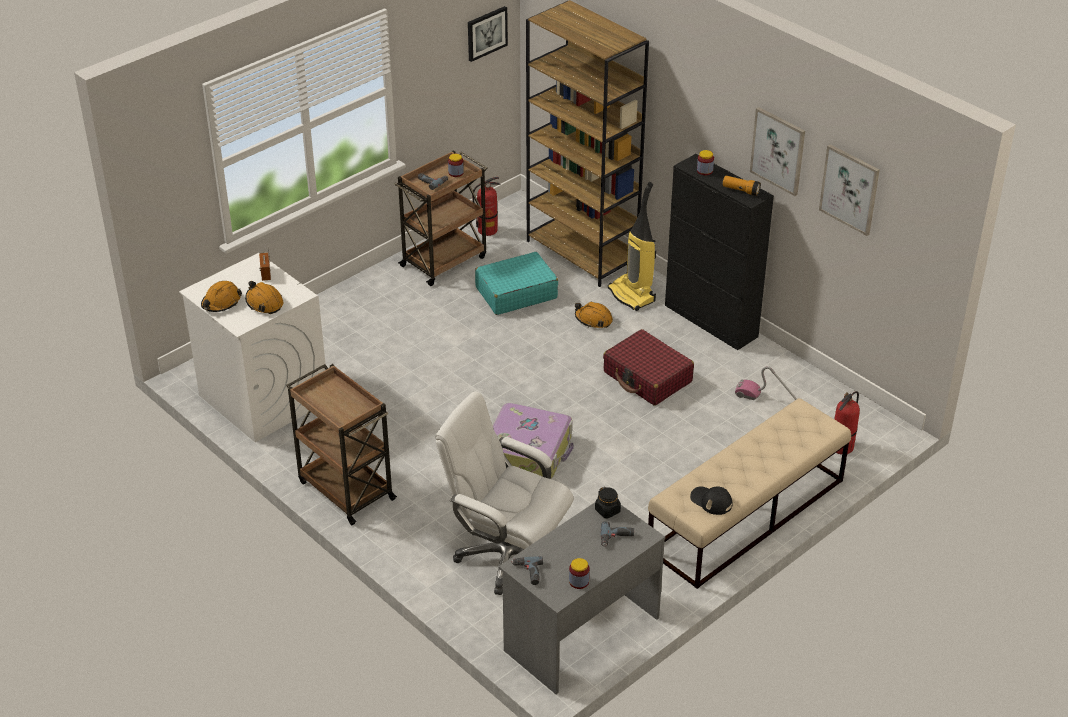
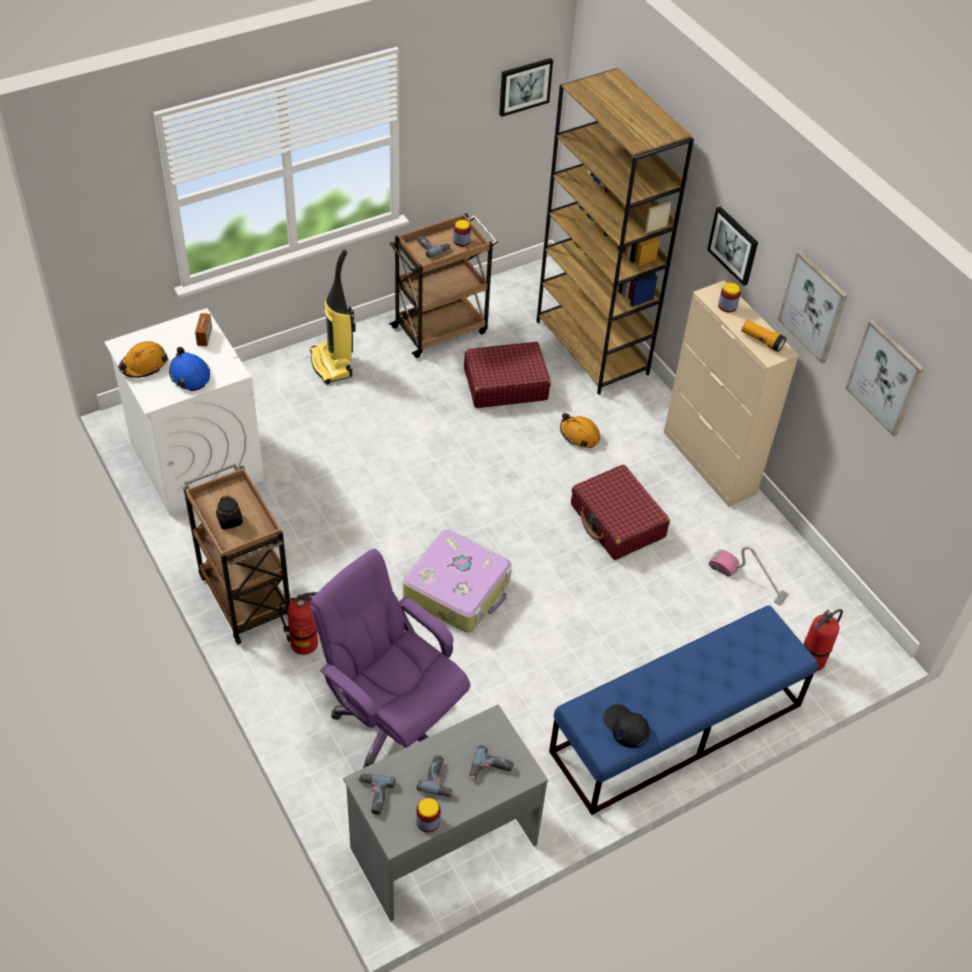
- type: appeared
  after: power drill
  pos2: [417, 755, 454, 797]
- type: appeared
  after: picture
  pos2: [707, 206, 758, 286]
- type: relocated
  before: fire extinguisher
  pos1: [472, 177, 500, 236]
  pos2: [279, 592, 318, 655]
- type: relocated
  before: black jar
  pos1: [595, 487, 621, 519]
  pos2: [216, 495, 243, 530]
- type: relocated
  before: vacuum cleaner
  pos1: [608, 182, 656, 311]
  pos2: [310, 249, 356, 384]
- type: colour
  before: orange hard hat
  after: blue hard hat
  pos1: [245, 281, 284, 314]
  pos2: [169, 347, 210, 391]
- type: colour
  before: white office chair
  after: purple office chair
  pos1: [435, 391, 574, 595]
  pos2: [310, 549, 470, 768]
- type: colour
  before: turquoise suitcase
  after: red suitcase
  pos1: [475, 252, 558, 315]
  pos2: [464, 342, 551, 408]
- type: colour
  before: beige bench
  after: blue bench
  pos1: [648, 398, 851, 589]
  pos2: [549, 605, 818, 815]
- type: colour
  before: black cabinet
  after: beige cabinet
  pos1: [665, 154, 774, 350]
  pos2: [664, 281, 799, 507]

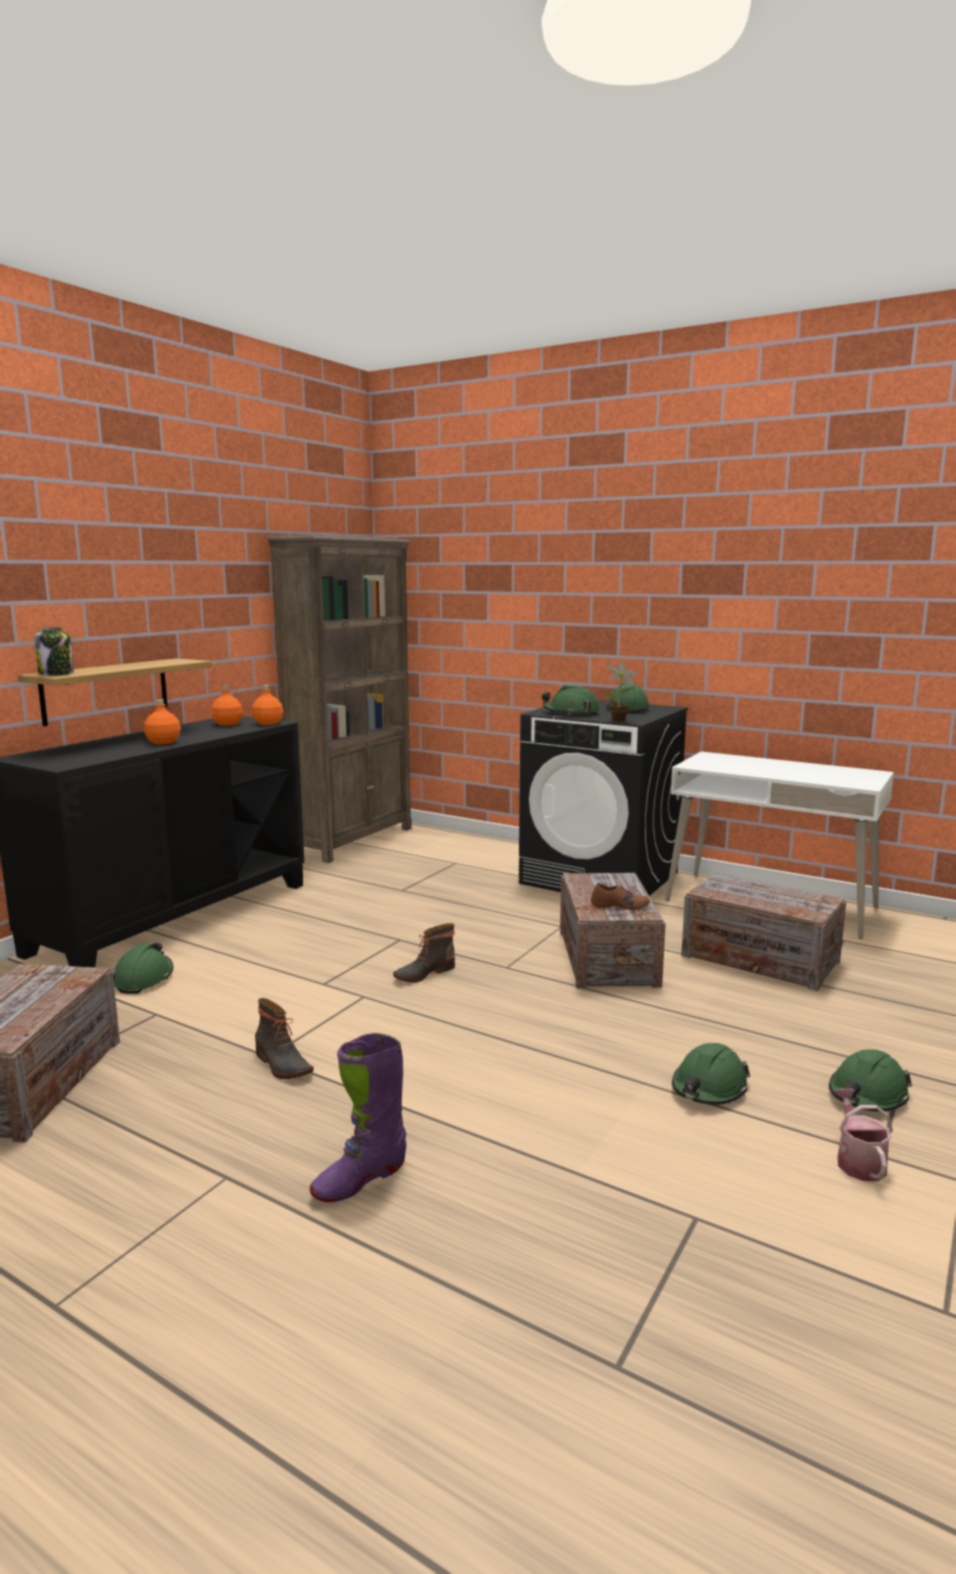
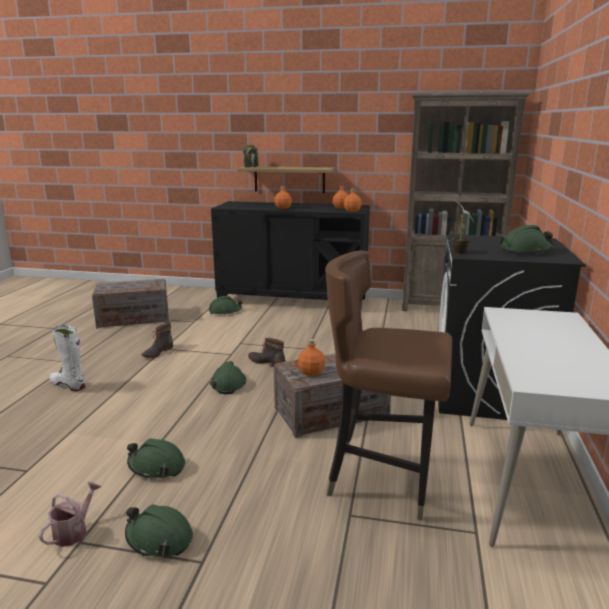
- type: relocated
  before: green hard hat
  pos1: [542, 685, 600, 716]
  pos2: [210, 361, 246, 394]
- type: exchanged
  before: brown shoe
  after: orange bottle
  pos1: [591, 883, 650, 910]
  pos2: [298, 339, 325, 376]
- type: exchanged
  before: crate
  after: brown chair
  pos1: [681, 873, 846, 991]
  pos2: [325, 250, 452, 521]
- type: colour
  before: purple boot
  after: white boot
  pos1: [309, 1033, 407, 1202]
  pos2: [50, 325, 86, 391]
- type: spun
  before: watering can
  pos1: [835, 1089, 893, 1181]
  pos2: [39, 482, 101, 547]
  turn: -45

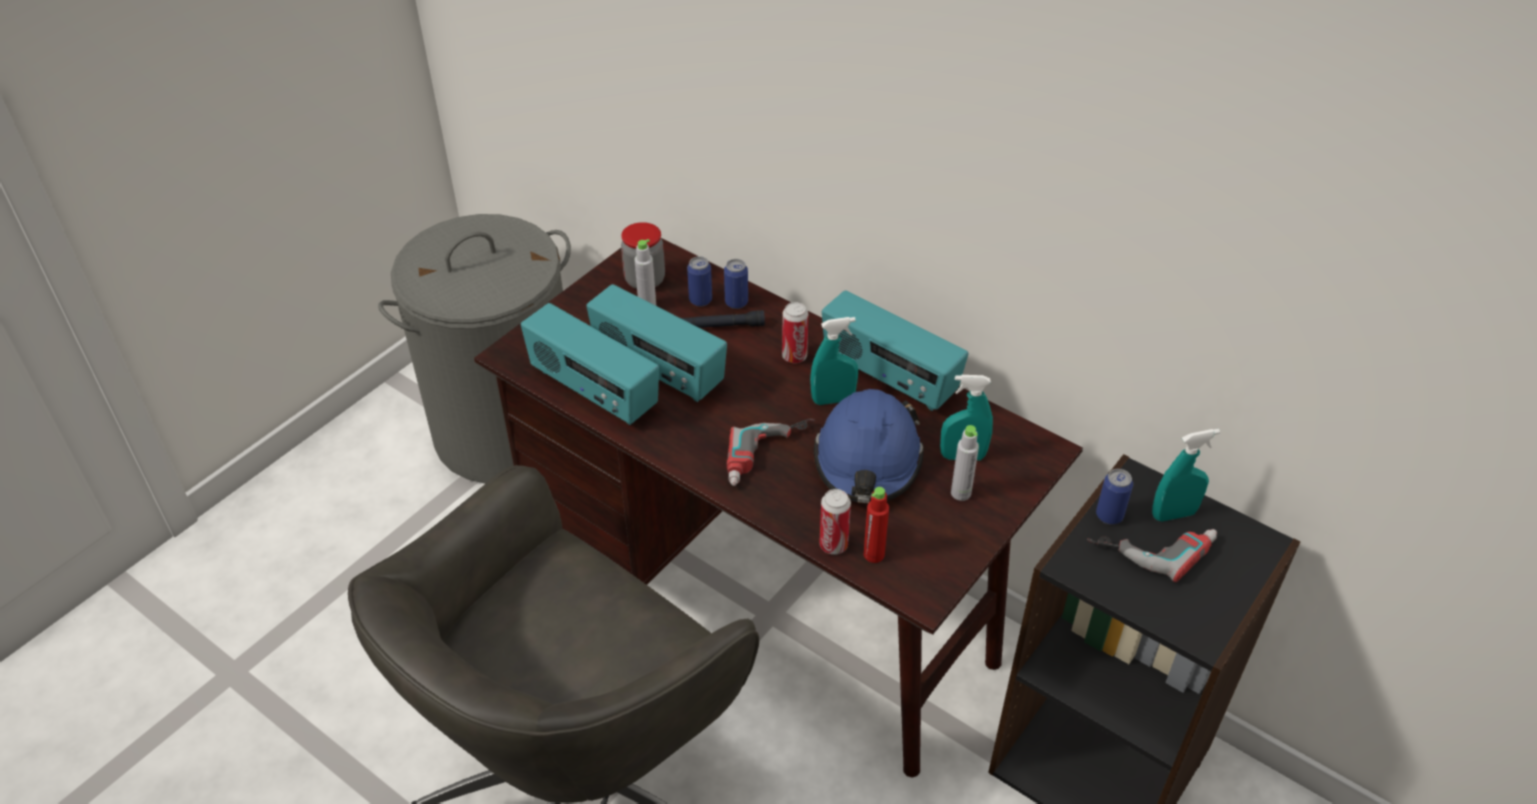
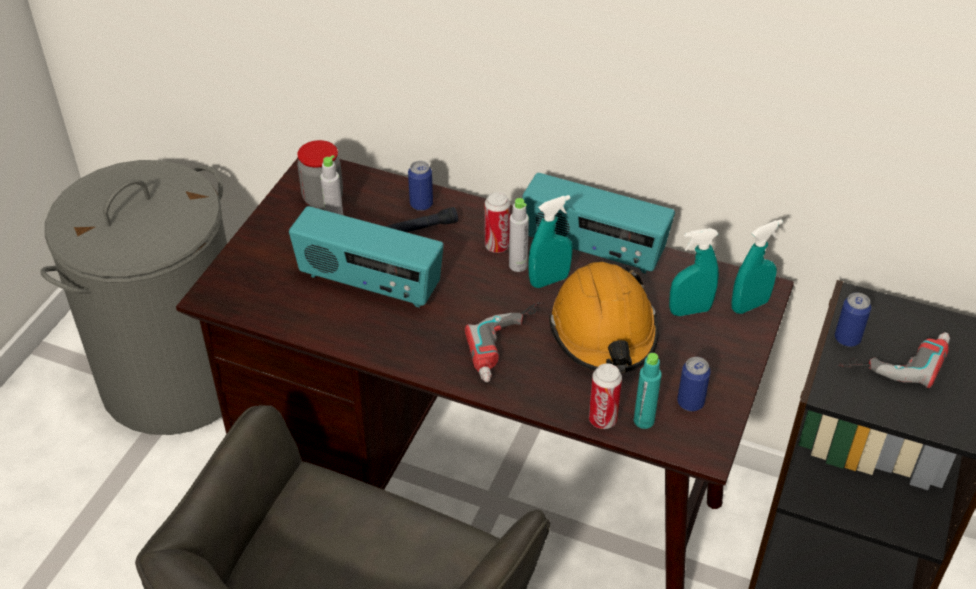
- type: missing
  before: radio
  pos1: [521, 303, 659, 425]
- type: relocated
  before: can
  pos1: [687, 256, 712, 306]
  pos2: [677, 357, 711, 412]
- type: relocated
  before: grey bottle
  pos1: [951, 425, 979, 501]
  pos2: [509, 198, 529, 272]
- type: relocated
  before: turquoise spray bottle
  pos1: [1152, 429, 1220, 521]
  pos2: [731, 219, 783, 314]
- type: colour
  before: blue hard hat
  after: orange hard hat
  pos1: [814, 389, 924, 503]
  pos2: [549, 262, 659, 373]
- type: colour
  before: red bottle
  after: turquoise bottle
  pos1: [864, 487, 889, 563]
  pos2: [634, 353, 662, 429]

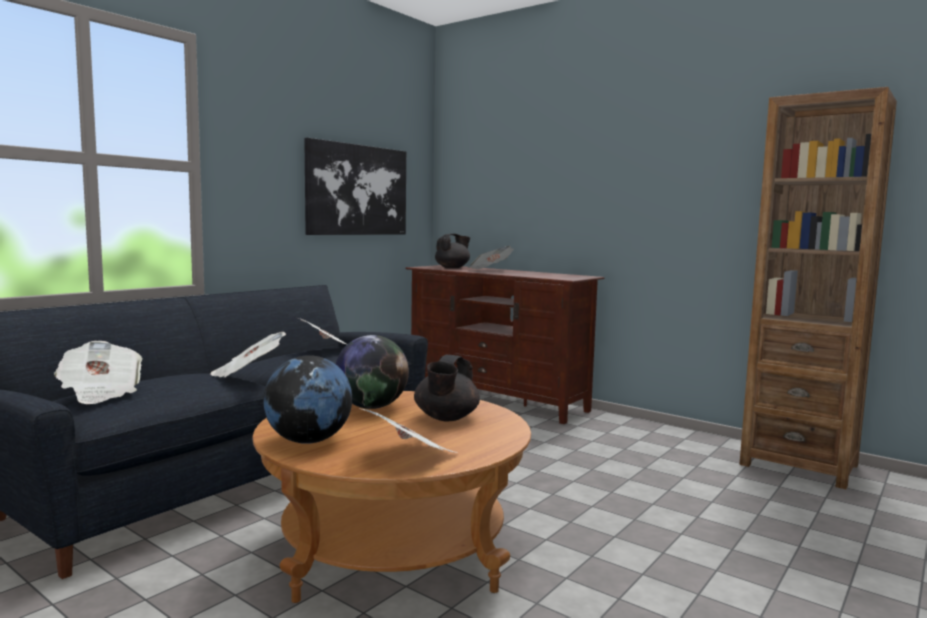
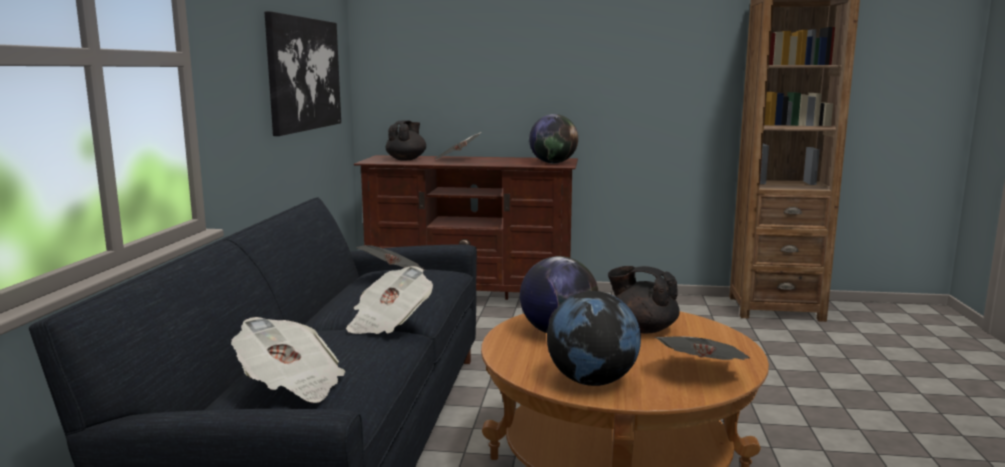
- type: appeared
  after: globe
  pos2: [529, 114, 578, 163]
- type: spun
  before: black teapot
  pos1: [414, 355, 480, 421]
  pos2: [608, 266, 679, 333]
  turn: 135

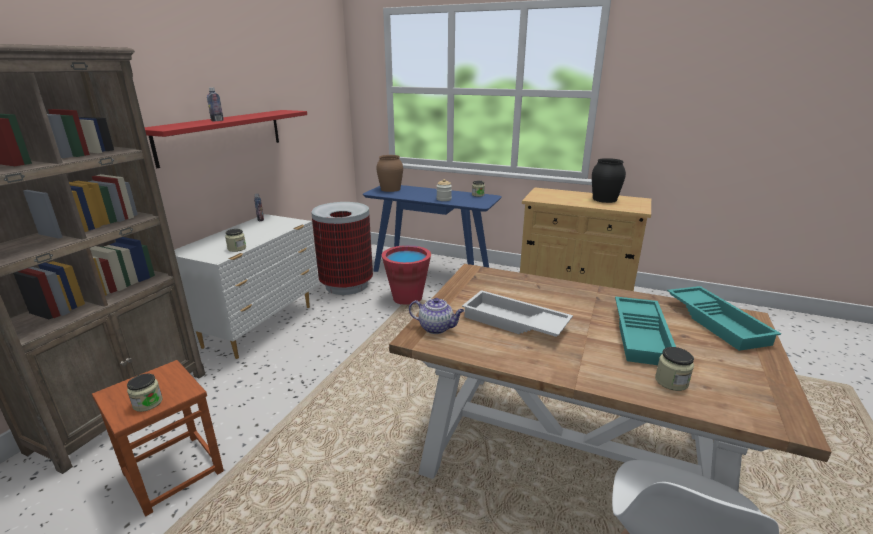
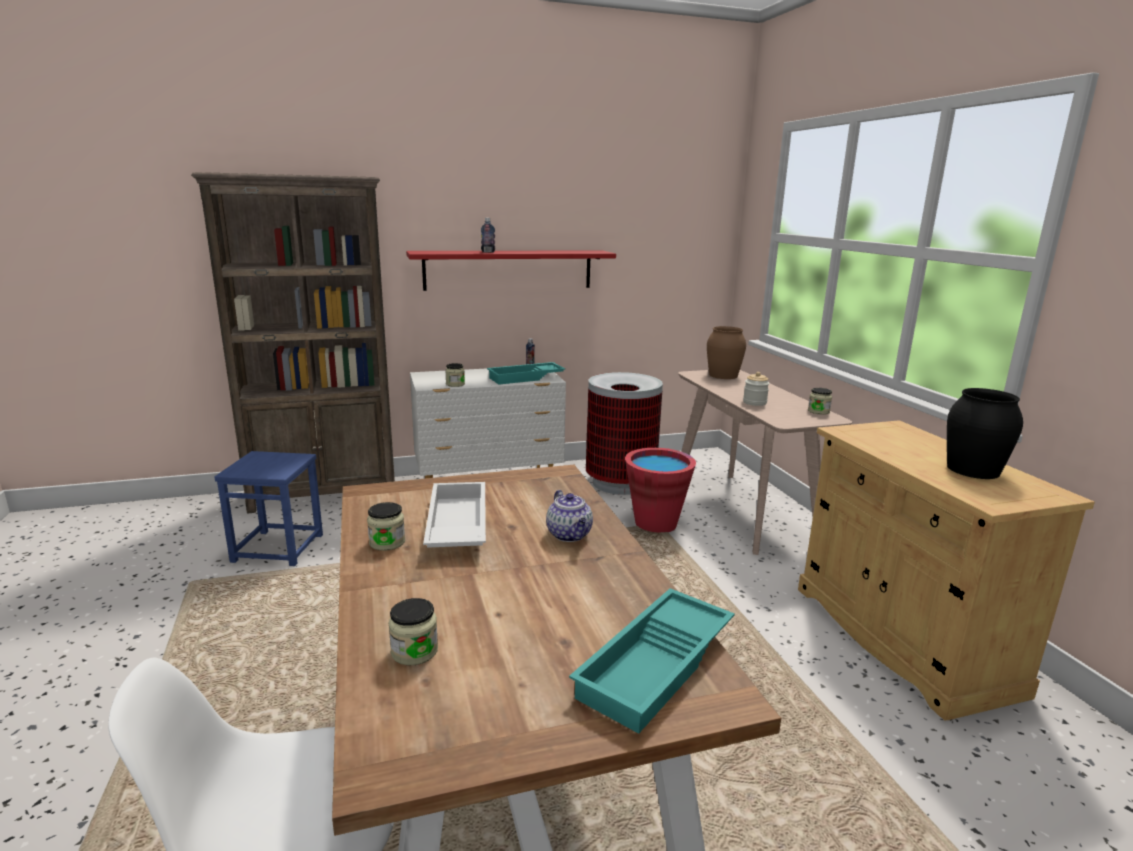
- type: relocated
  before: jar
  pos1: [127, 373, 163, 412]
  pos2: [367, 502, 405, 551]
- type: relocated
  before: teapot
  pos1: [409, 298, 465, 334]
  pos2: [546, 490, 593, 542]
- type: relocated
  before: turquoise tray
  pos1: [615, 297, 676, 365]
  pos2: [487, 362, 565, 385]
- type: colour
  before: brown stool
  after: blue stool
  pos1: [92, 360, 224, 516]
  pos2: [214, 451, 323, 566]
- type: colour
  before: blue console table
  after: beige console table
  pos1: [363, 185, 502, 272]
  pos2: [678, 370, 852, 555]

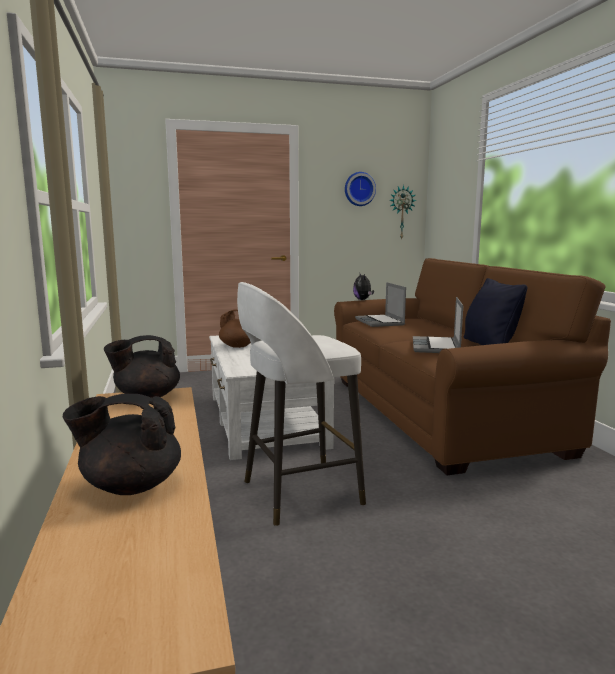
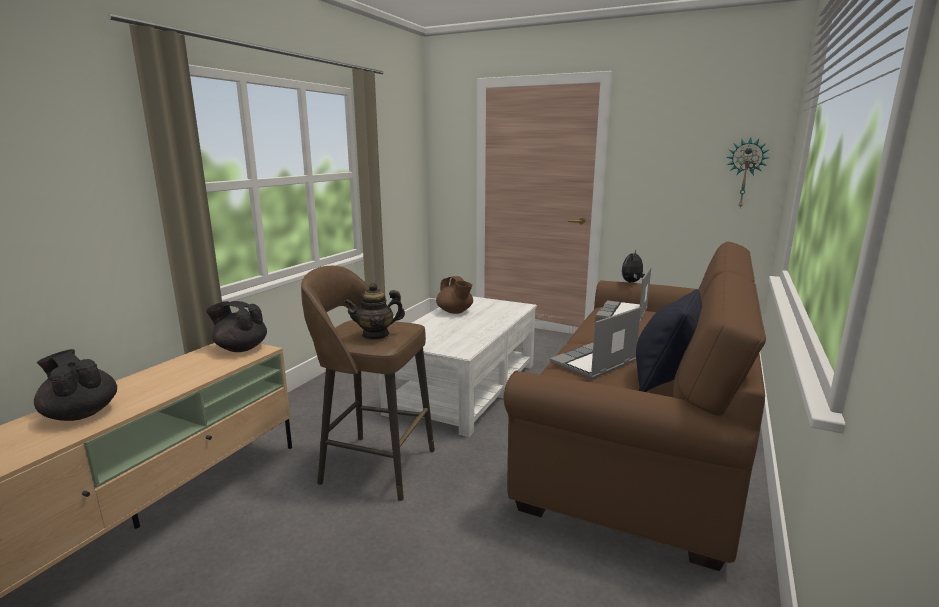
- type: missing
  before: wall clock
  pos1: [345, 172, 376, 206]
- type: appeared
  after: teapot
  pos2: [344, 283, 405, 340]
- type: colour
  before: white stool
  after: brown stool
  pos1: [237, 282, 366, 526]
  pos2: [301, 266, 435, 501]

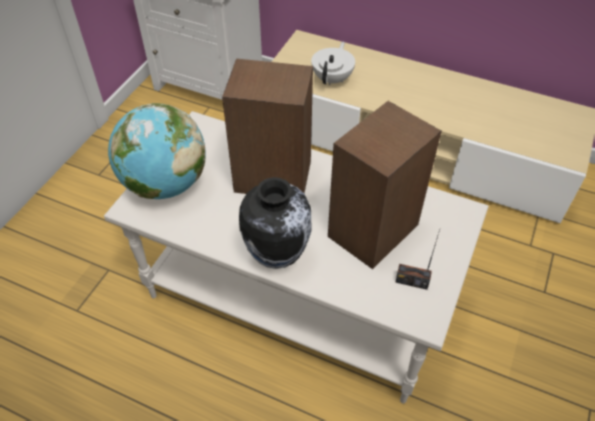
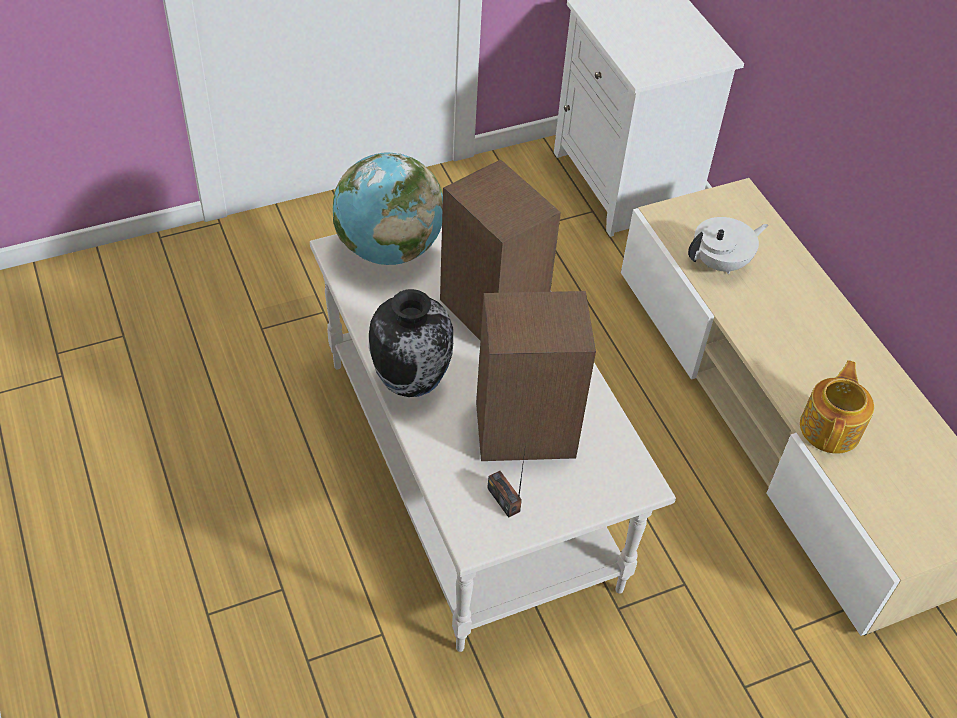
- type: appeared
  after: teapot
  pos2: [800, 360, 874, 454]

